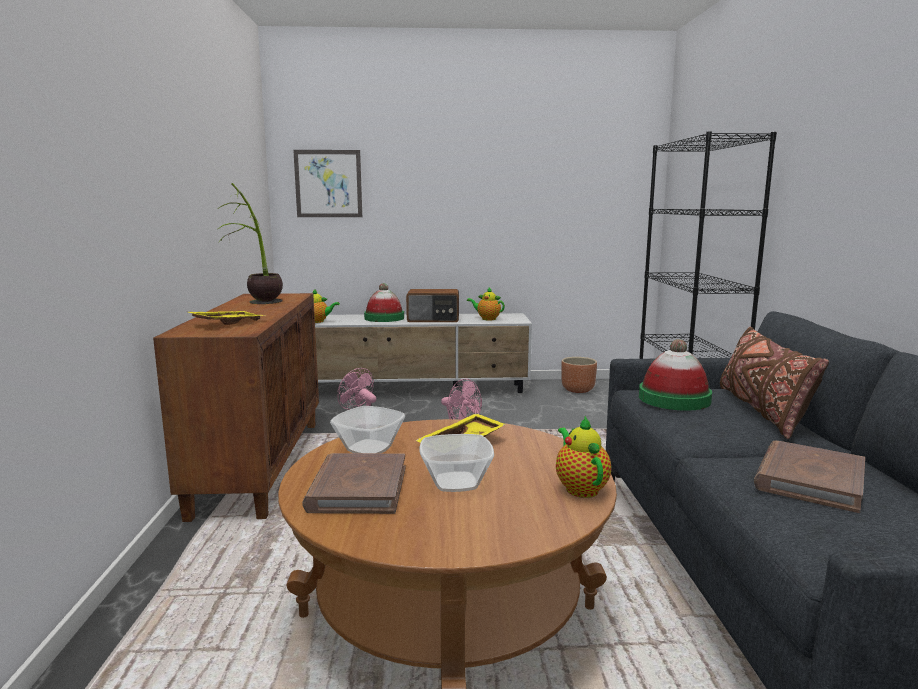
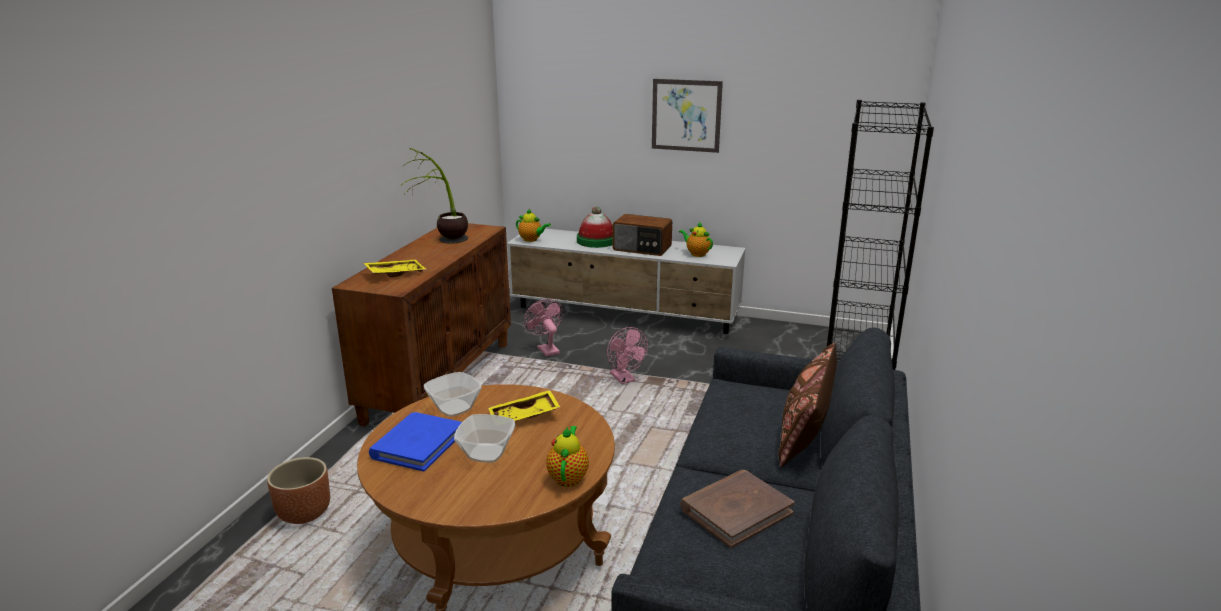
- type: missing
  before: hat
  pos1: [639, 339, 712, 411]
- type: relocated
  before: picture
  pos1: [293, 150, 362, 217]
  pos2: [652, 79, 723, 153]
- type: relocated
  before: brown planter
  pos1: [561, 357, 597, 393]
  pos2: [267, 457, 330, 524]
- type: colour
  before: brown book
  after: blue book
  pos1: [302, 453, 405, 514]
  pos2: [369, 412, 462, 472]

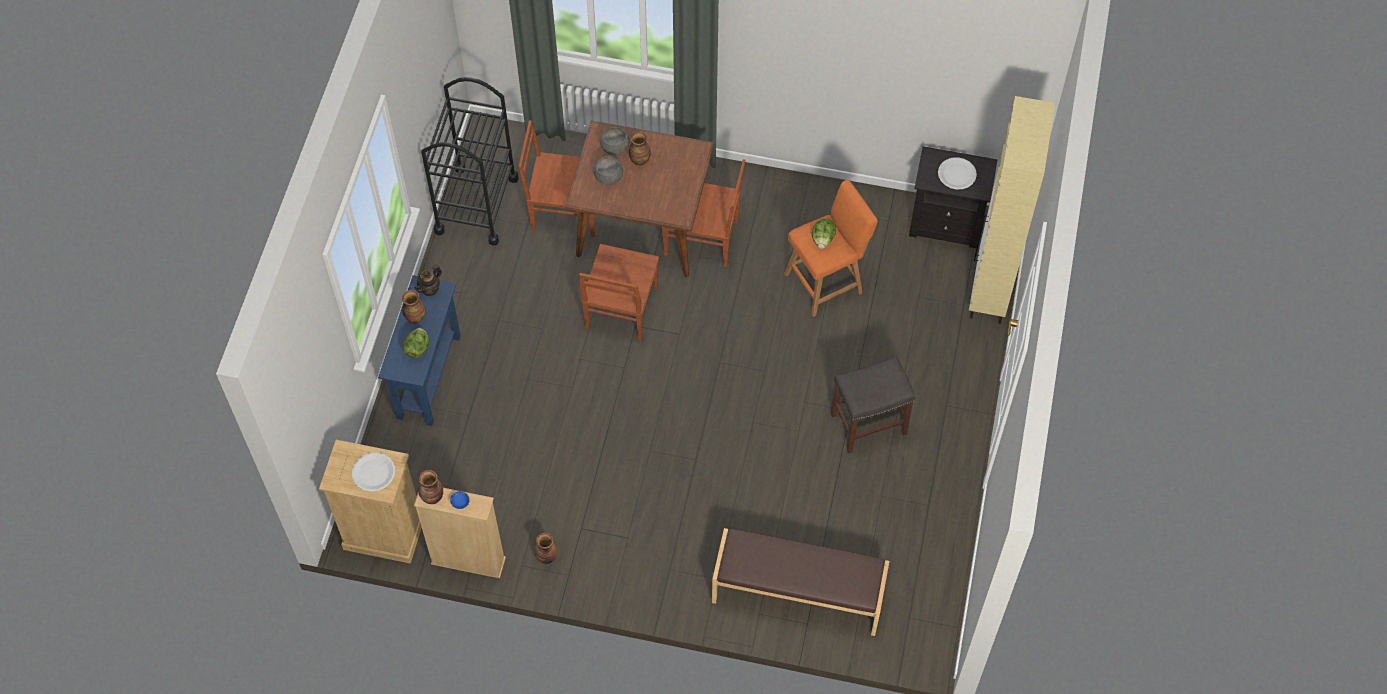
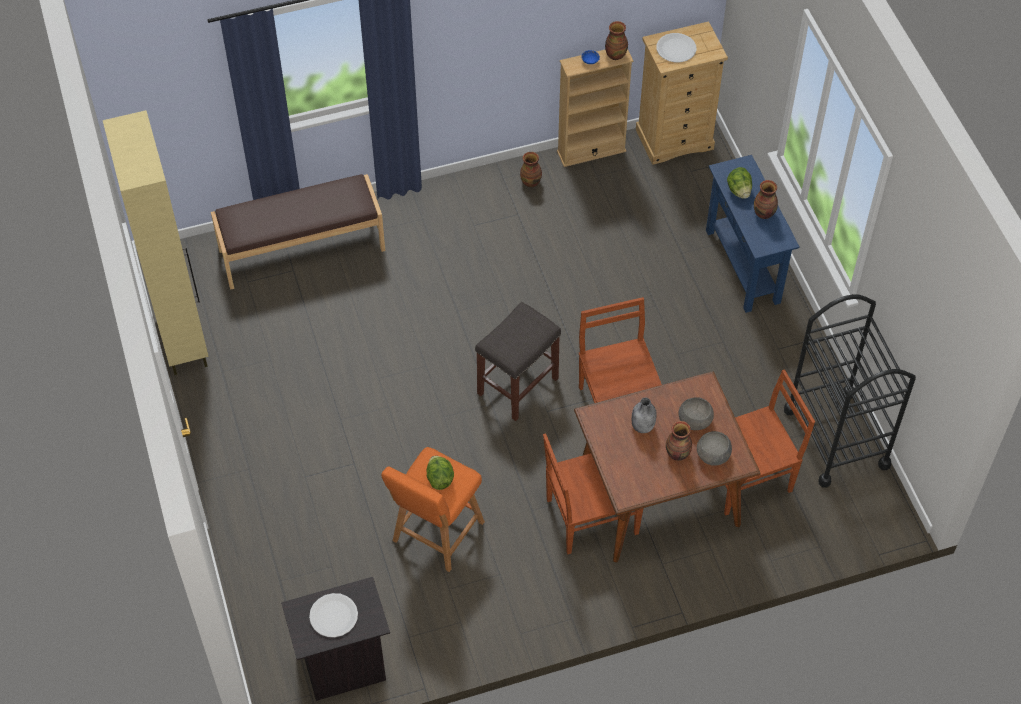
- type: missing
  before: teapot
  pos1: [414, 265, 442, 297]
- type: appeared
  after: grey bottle
  pos2: [632, 398, 656, 433]
- type: relocated
  before: grey stool
  pos1: [831, 356, 915, 454]
  pos2: [475, 302, 561, 421]
- type: relocated
  before: beige cabinet
  pos1: [969, 96, 1055, 324]
  pos2: [103, 110, 209, 375]

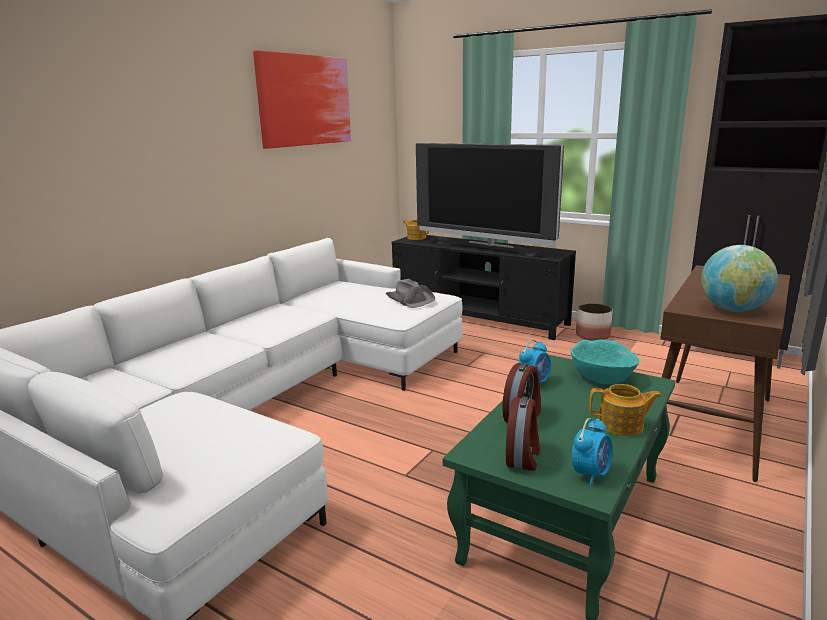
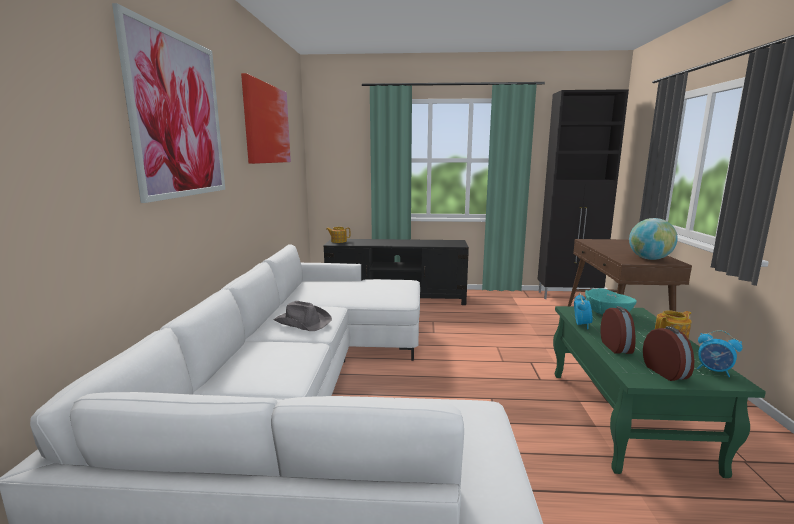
- type: missing
  before: television
  pos1: [416, 143, 564, 257]
- type: missing
  before: planter
  pos1: [576, 303, 613, 341]
- type: appeared
  after: picture
  pos2: [112, 3, 225, 203]
- type: relocated
  before: grey hat
  pos1: [385, 279, 435, 308]
  pos2: [274, 301, 332, 331]
- type: spun
  before: alarm clock
  pos1: [572, 418, 613, 486]
  pos2: [697, 330, 742, 377]
  turn: 120

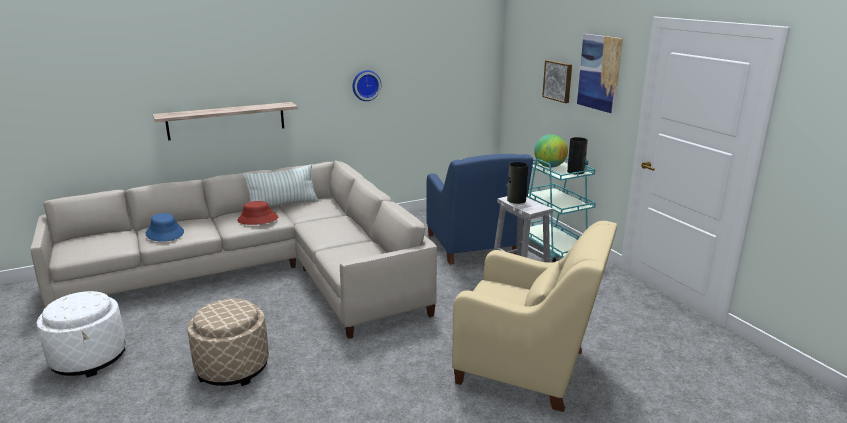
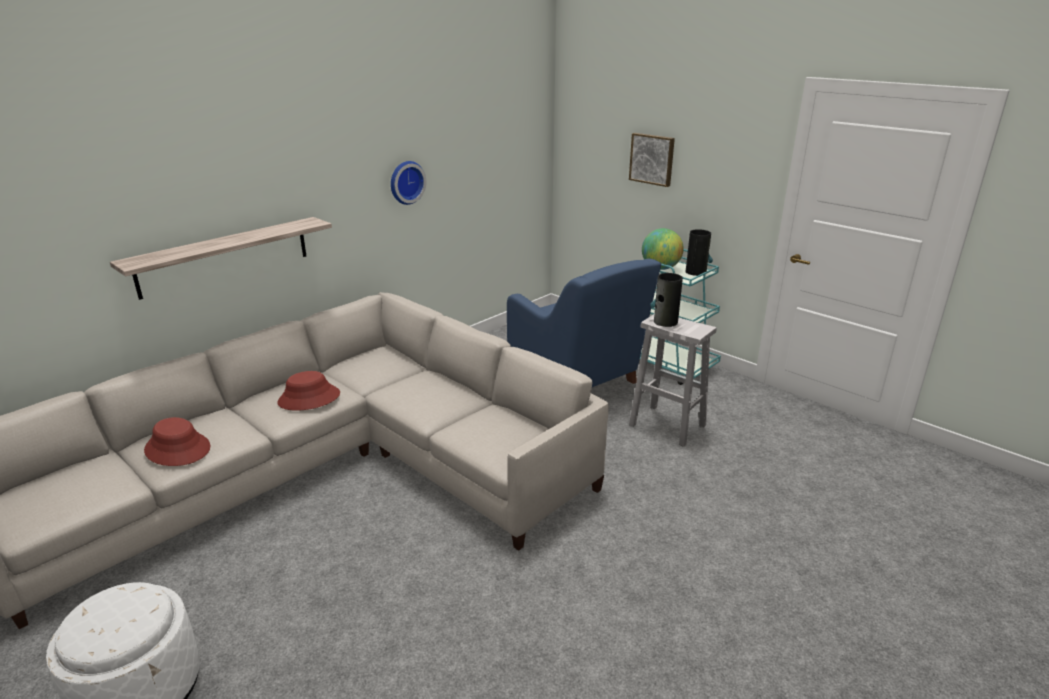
- type: missing
  before: beige ottoman
  pos1: [188, 299, 269, 386]
- type: missing
  before: pillow
  pos1: [244, 164, 318, 207]
- type: missing
  before: beige armchair
  pos1: [452, 221, 617, 412]
- type: missing
  before: picture
  pos1: [577, 34, 623, 114]
- type: colour
  before: blue hat
  after: red hat
  pos1: [145, 213, 184, 242]
  pos2: [144, 417, 210, 466]

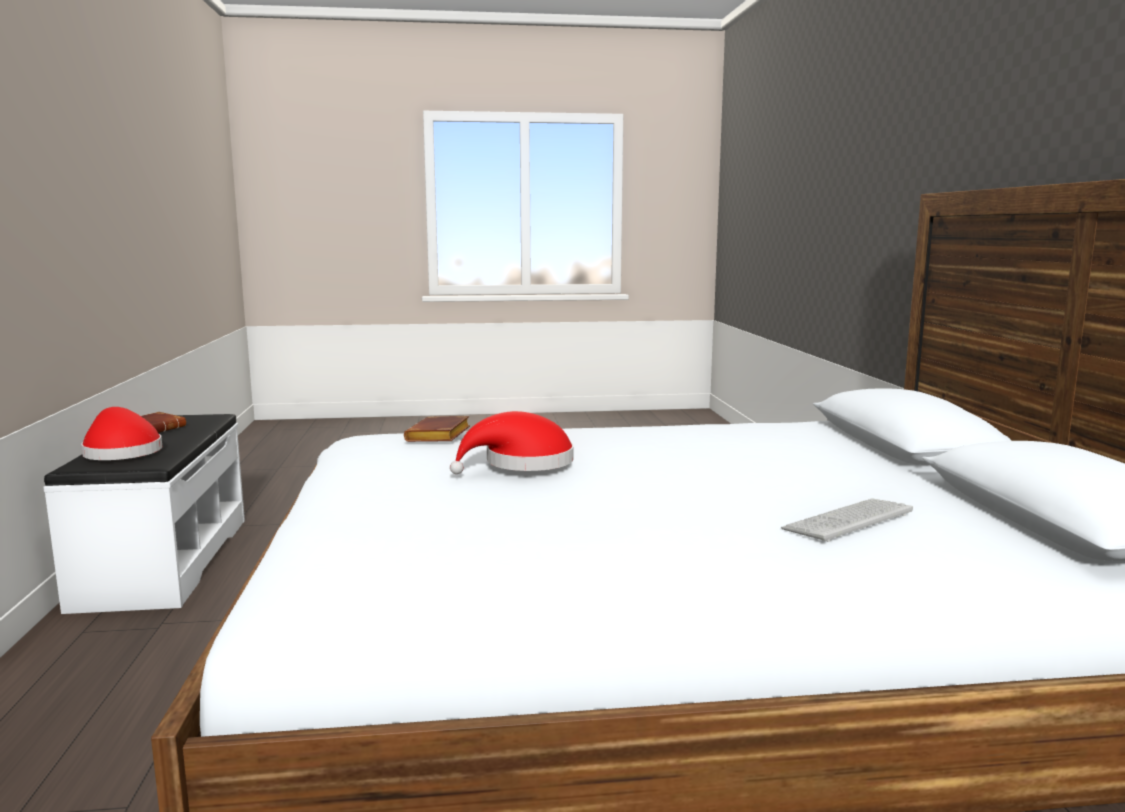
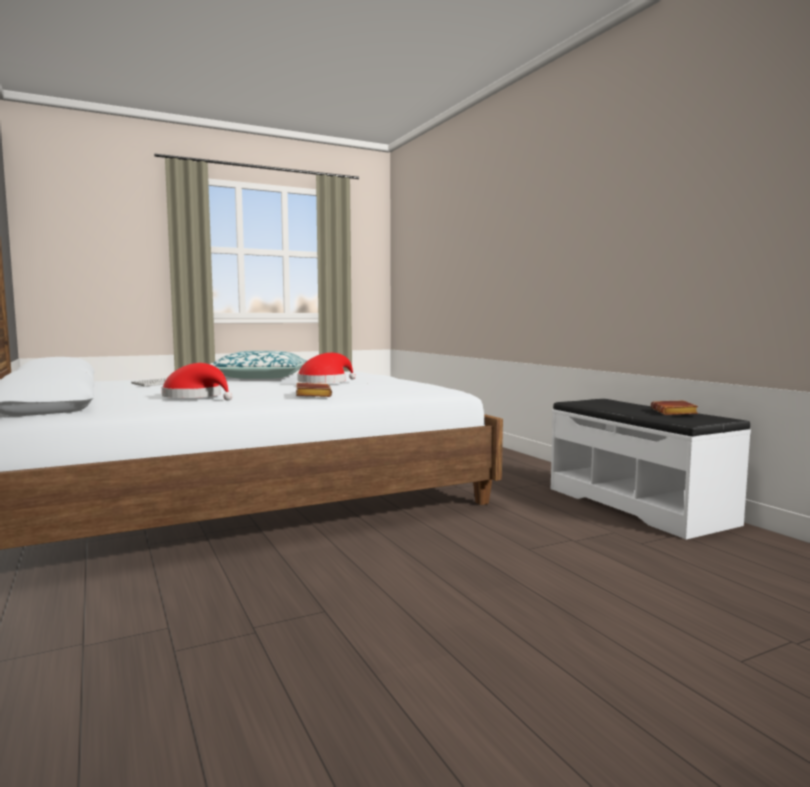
- type: appeared
  after: pillow
  pos2: [210, 351, 308, 379]
- type: relocated
  before: red hat
  pos1: [81, 407, 162, 460]
  pos2: [162, 363, 233, 401]
- type: relocated
  before: brown book
  pos1: [404, 416, 470, 442]
  pos2: [296, 383, 332, 397]

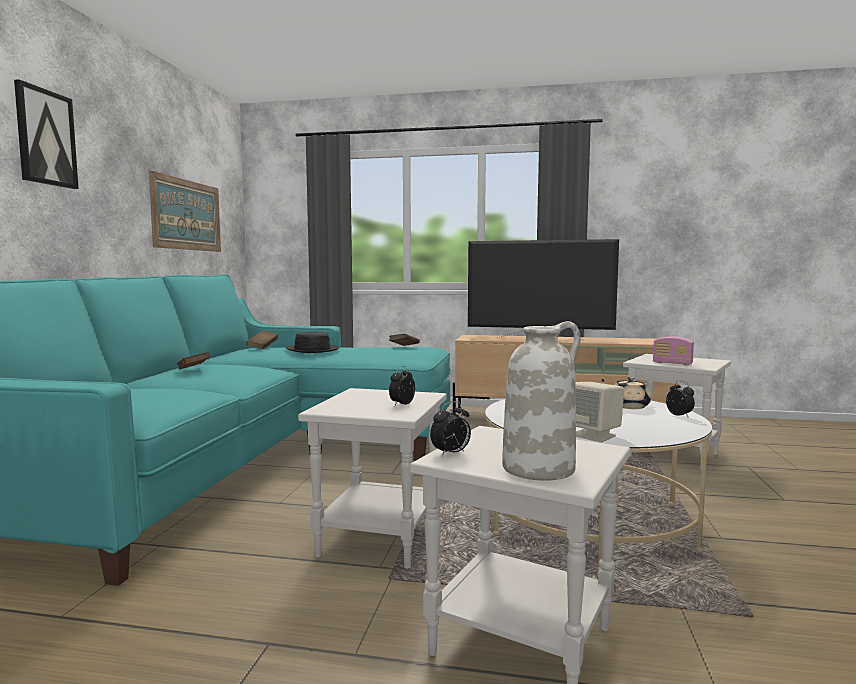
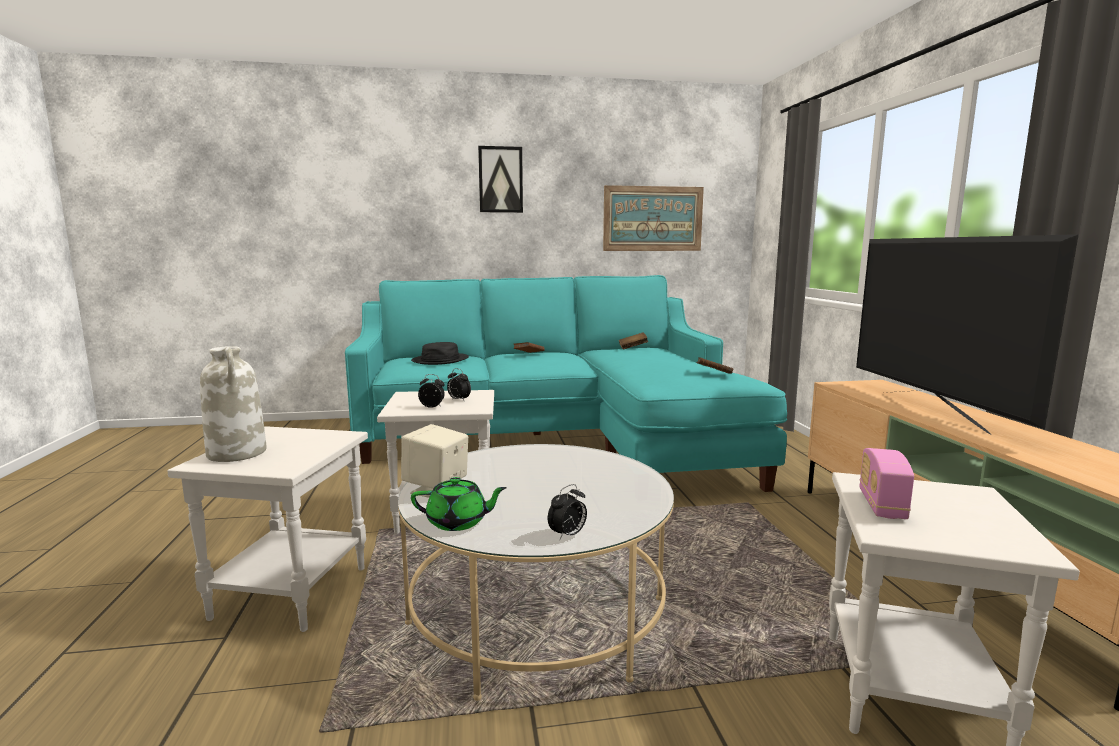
- type: missing
  before: beige teapot
  pos1: [614, 377, 651, 409]
- type: appeared
  after: green teapot
  pos2: [411, 477, 507, 531]
- type: relocated
  before: black hat
  pos1: [285, 332, 340, 353]
  pos2: [411, 342, 469, 365]
- type: relocated
  before: alarm clock
  pos1: [430, 401, 471, 457]
  pos2: [447, 369, 471, 400]

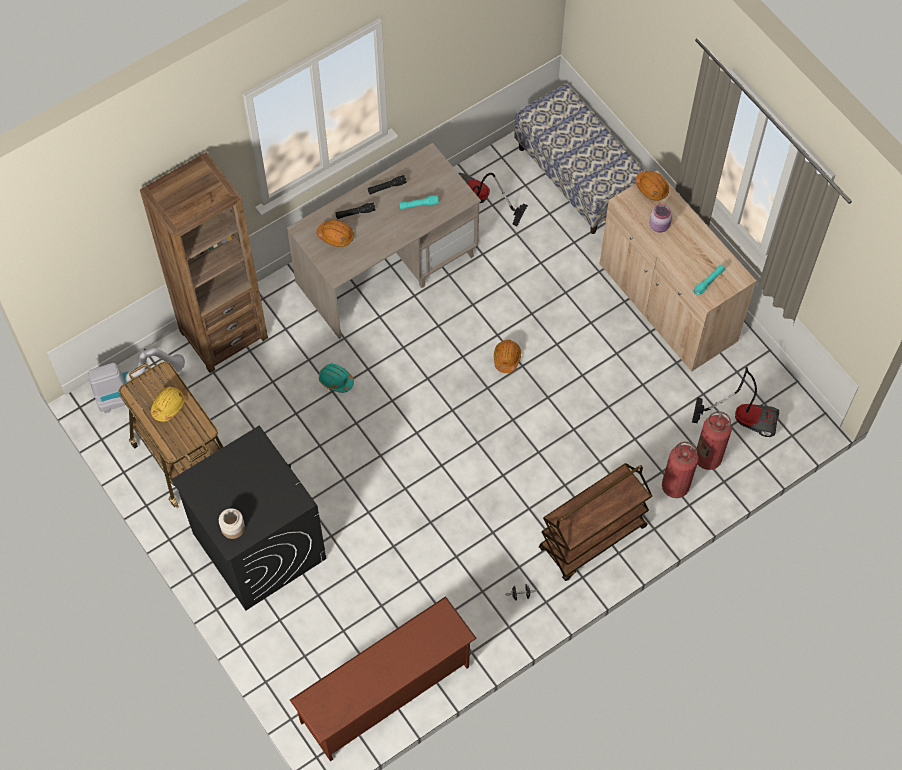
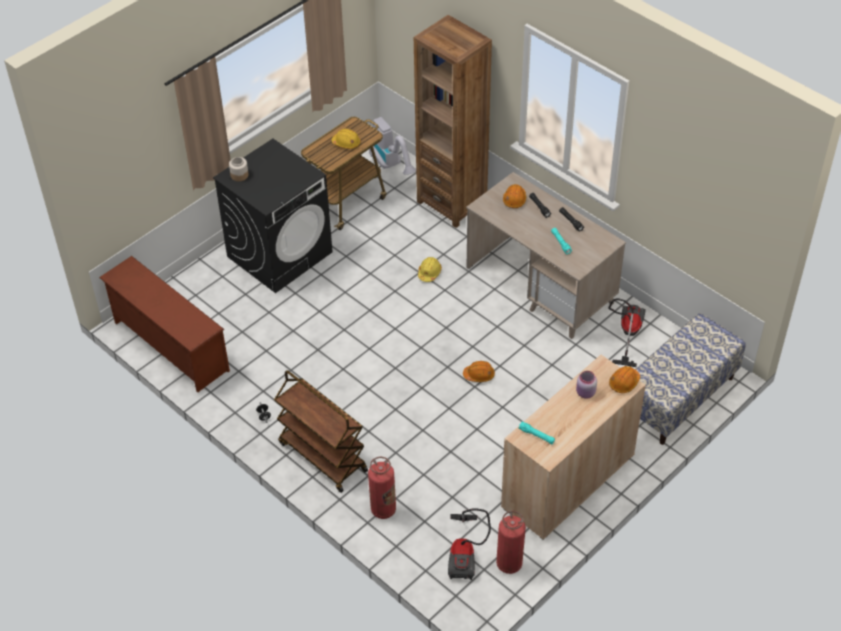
- type: relocated
  before: fire extinguisher
  pos1: [696, 411, 732, 470]
  pos2: [496, 511, 526, 574]
- type: colour
  before: turquoise hard hat
  after: yellow hard hat
  pos1: [319, 364, 354, 393]
  pos2: [418, 257, 442, 282]

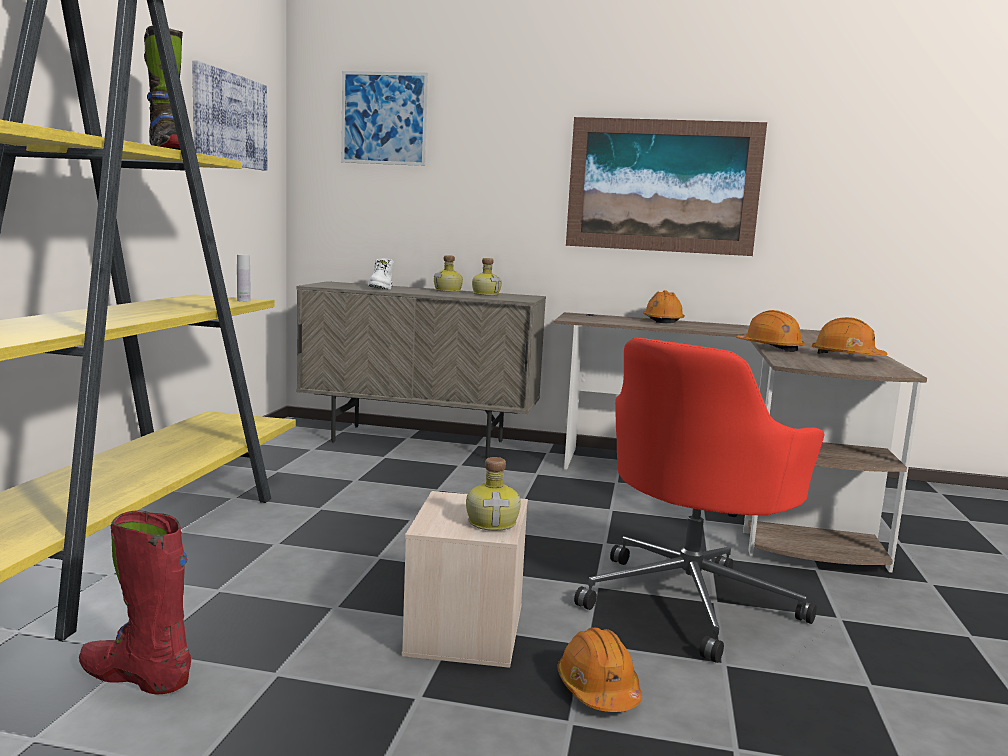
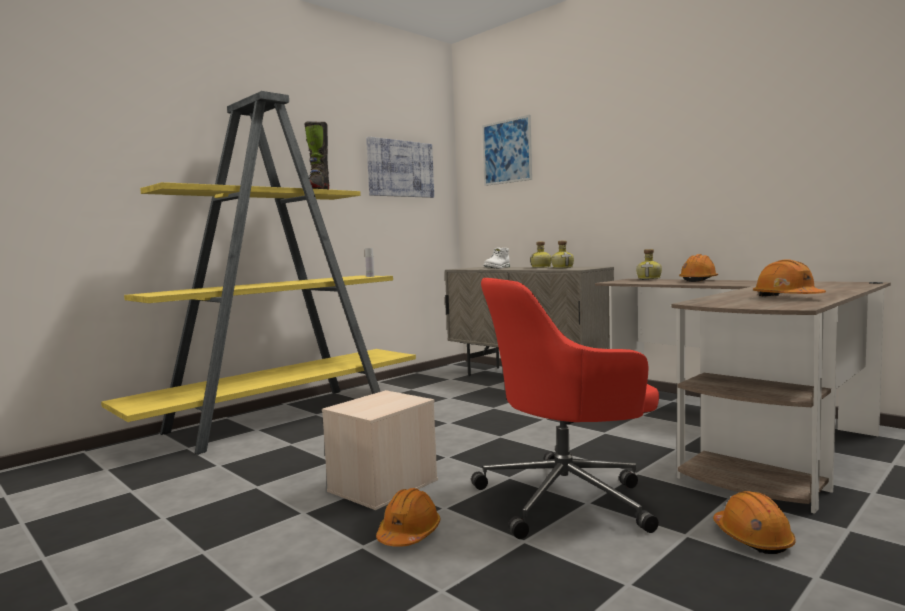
- type: missing
  before: red boot
  pos1: [79, 510, 191, 694]
- type: missing
  before: picture
  pos1: [566, 117, 767, 256]
- type: relocated
  before: bottle
  pos1: [466, 457, 521, 531]
  pos2: [636, 249, 662, 279]
- type: relocated
  before: orange hard hat
  pos1: [736, 310, 805, 352]
  pos2: [713, 491, 796, 554]

